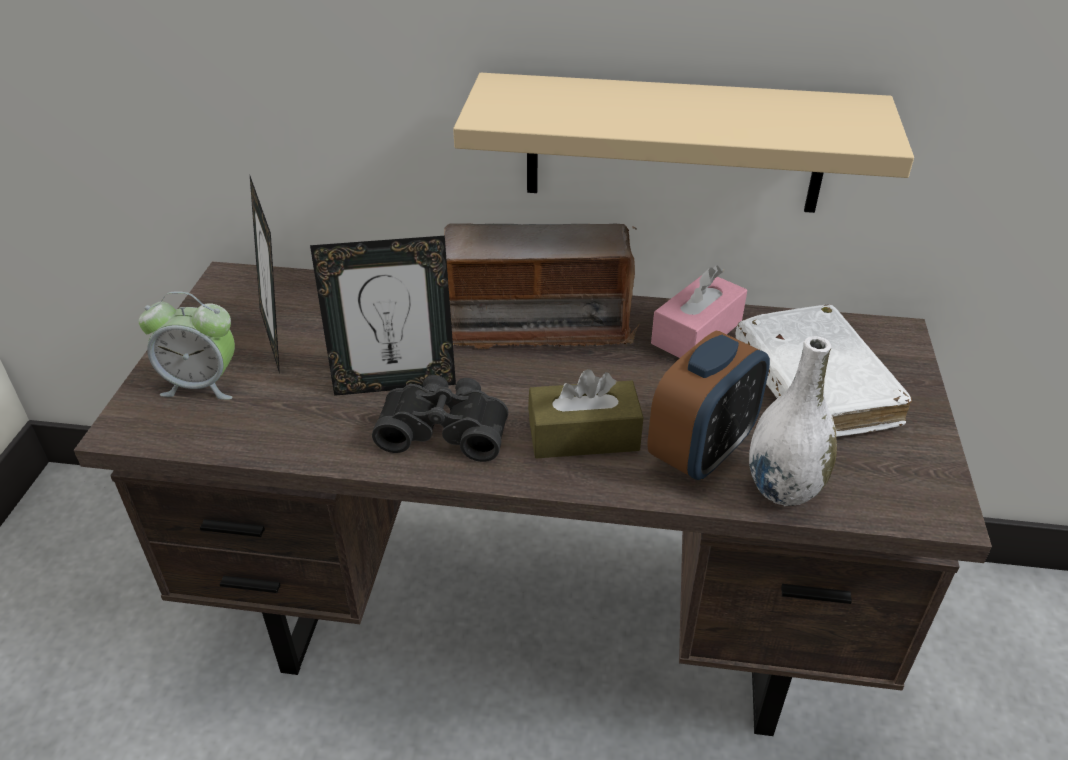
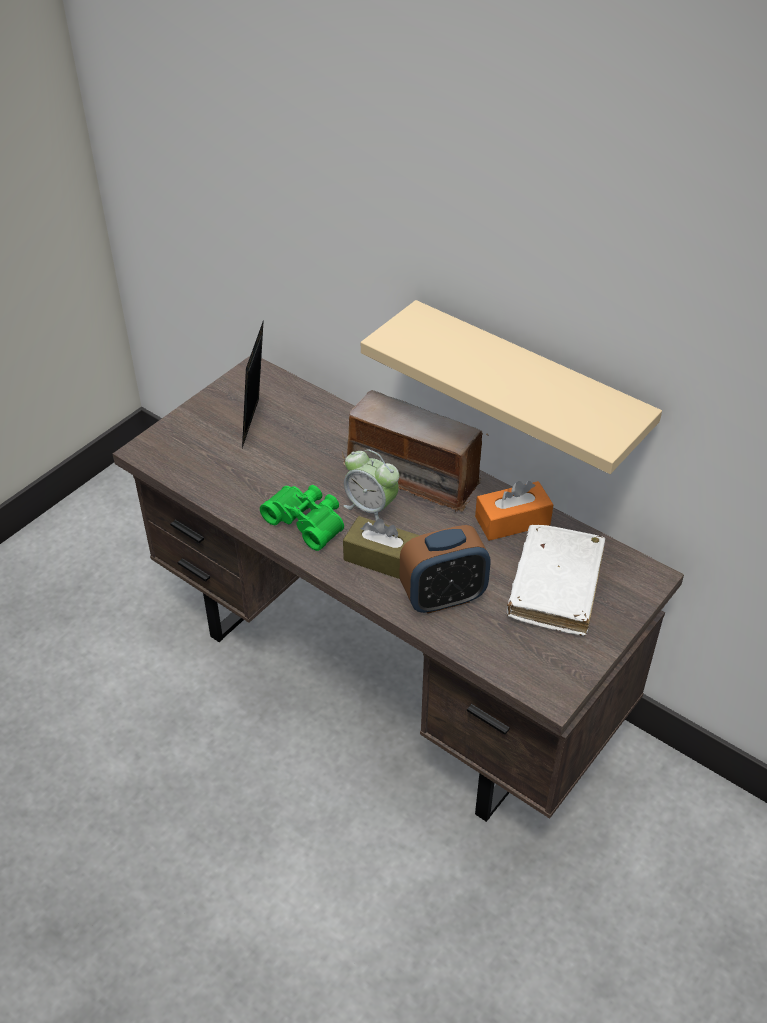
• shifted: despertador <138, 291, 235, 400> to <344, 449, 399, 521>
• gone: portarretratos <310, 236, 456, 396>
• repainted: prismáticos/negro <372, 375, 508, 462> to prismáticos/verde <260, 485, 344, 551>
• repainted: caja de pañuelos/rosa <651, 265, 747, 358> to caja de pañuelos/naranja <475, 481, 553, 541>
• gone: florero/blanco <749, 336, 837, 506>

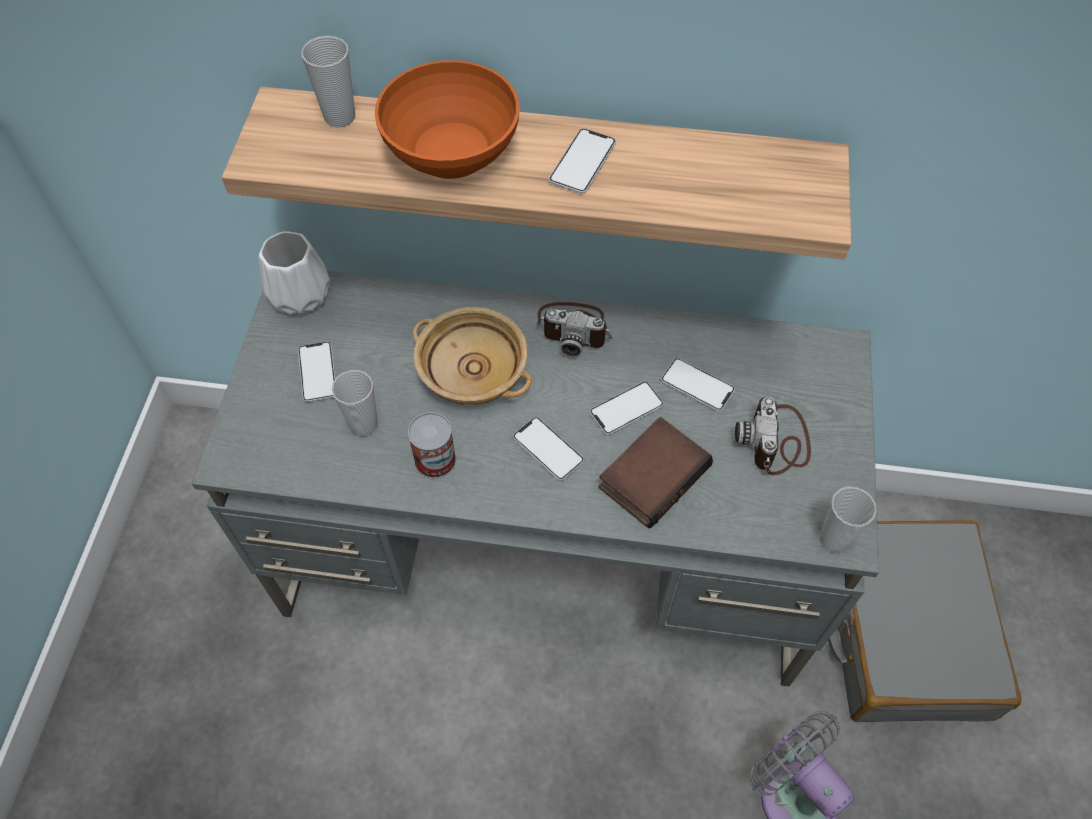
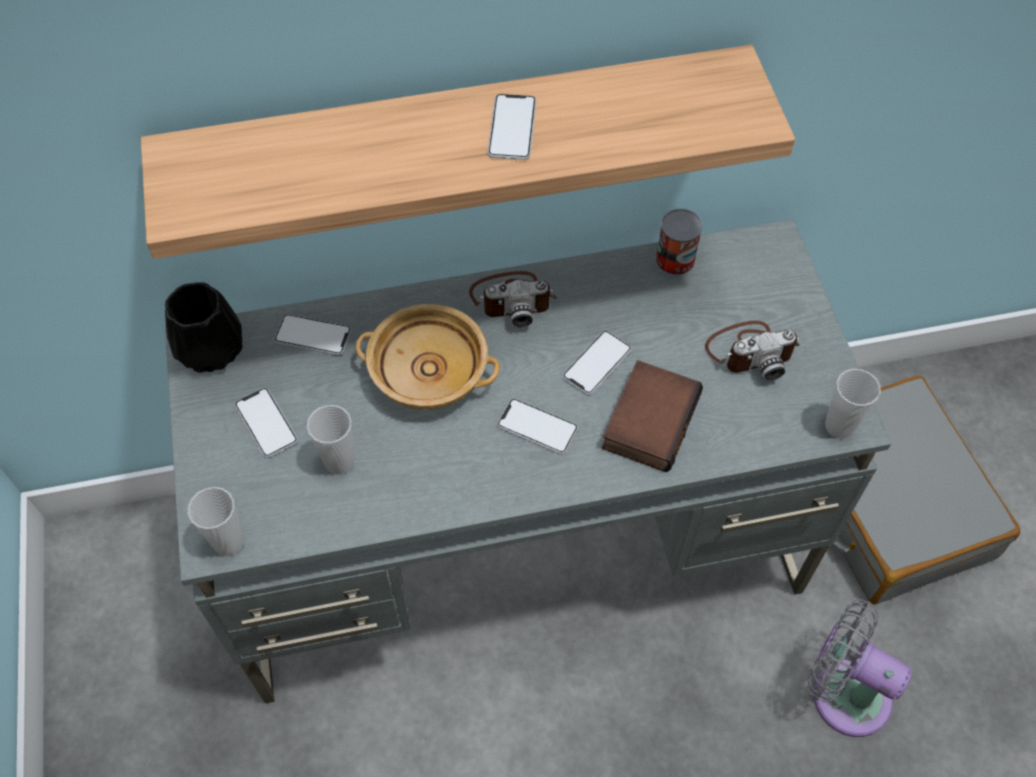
• repainted: florero/blanco <259, 231, 330, 315> to florero/negro <165, 282, 243, 373>
• shifted: taza <301, 36, 355, 128> to <188, 487, 244, 556>
• gone: cuenco/naranja <375, 60, 520, 179>
• shifted: lata <408, 412, 456, 478> to <655, 209, 703, 276>
• shifted: móvil <661, 358, 735, 411> to <274, 314, 351, 355>
• rotated: cámara <735, 397, 811, 475> = <705, 321, 800, 381> 90 degrees counterclockwise

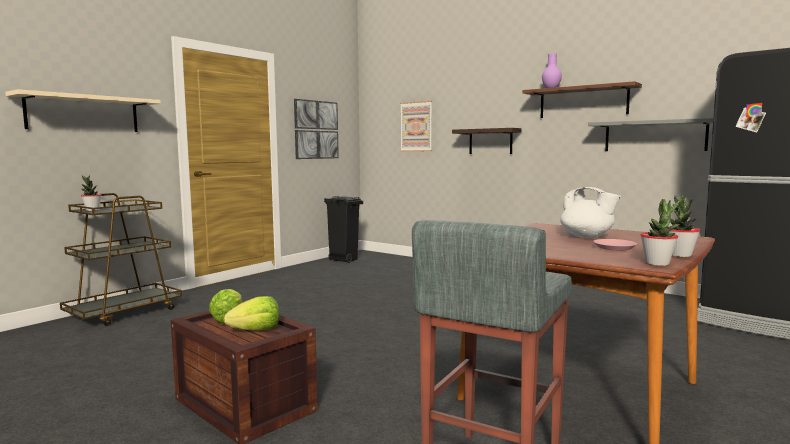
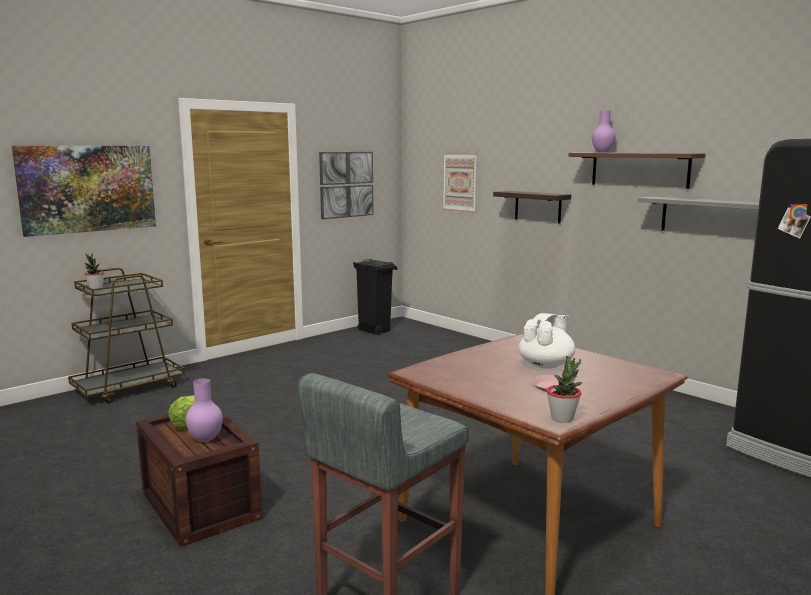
• swapped: estante/beis <5, 89, 161, 132> to cuadro <12, 146, 156, 237>
• swapped: lechuga <223, 296, 279, 331> to florero/morado <186, 378, 223, 442>
• rotated: tetera/blanco <560, 187, 621, 238> = <519, 313, 575, 369> 105 degrees counterclockwise
• gone: planta en maceta <669, 195, 700, 257>

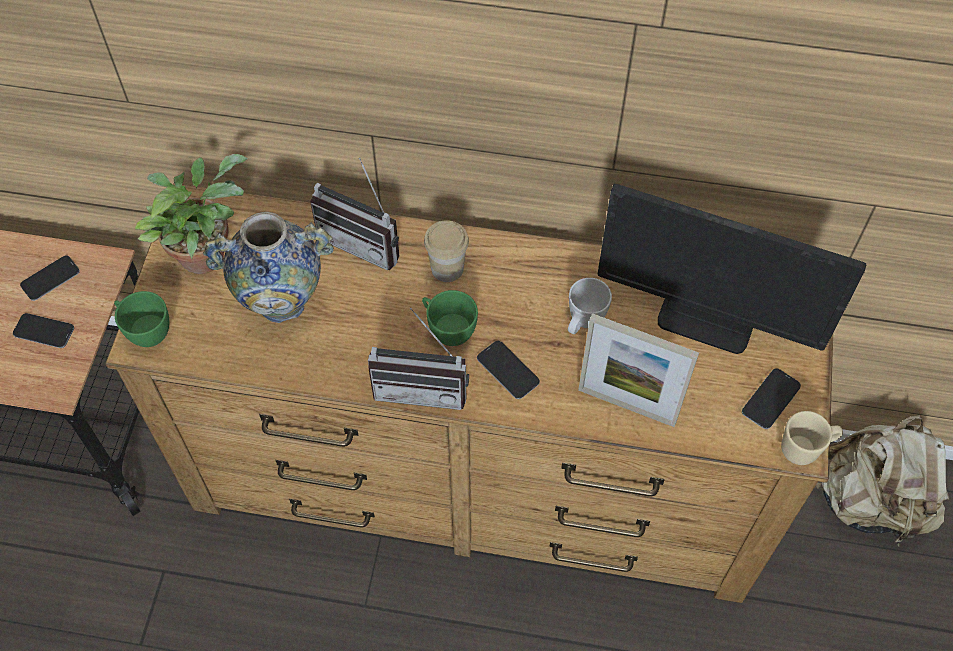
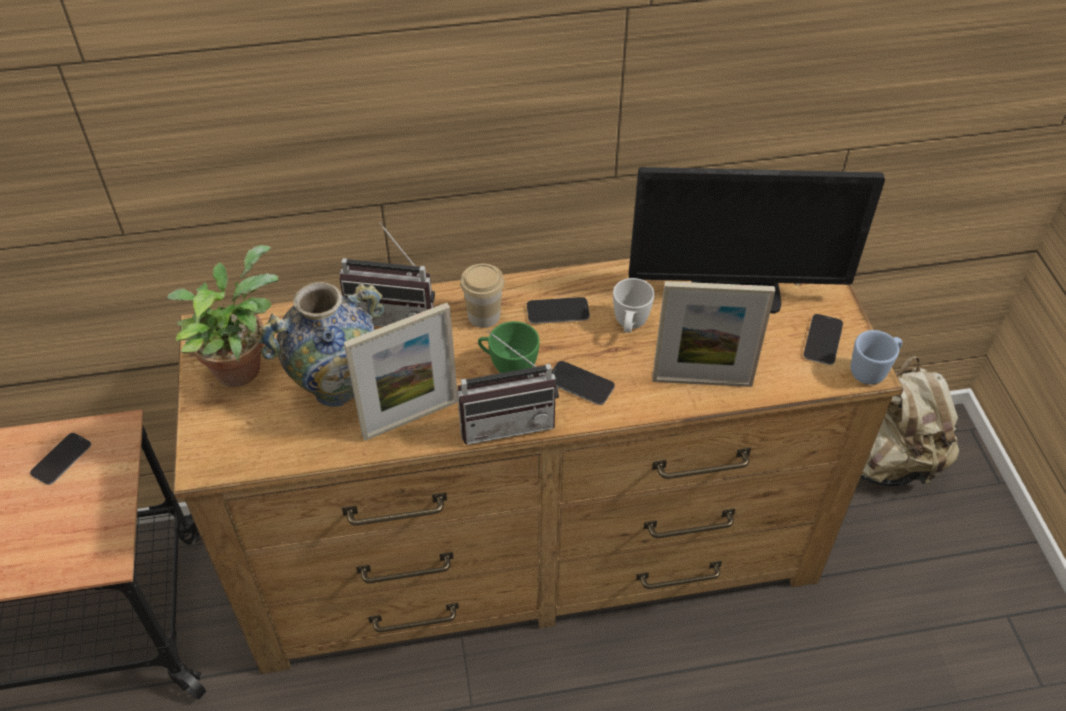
• shifted: móvil <13, 313, 74, 348> to <527, 297, 590, 324>
• gone: taza/verde <114, 291, 169, 347>
• repainted: taza grande/beis <781, 411, 843, 465> to taza grande/azul <851, 330, 903, 385>
• new: portarretratos <344, 303, 458, 441>

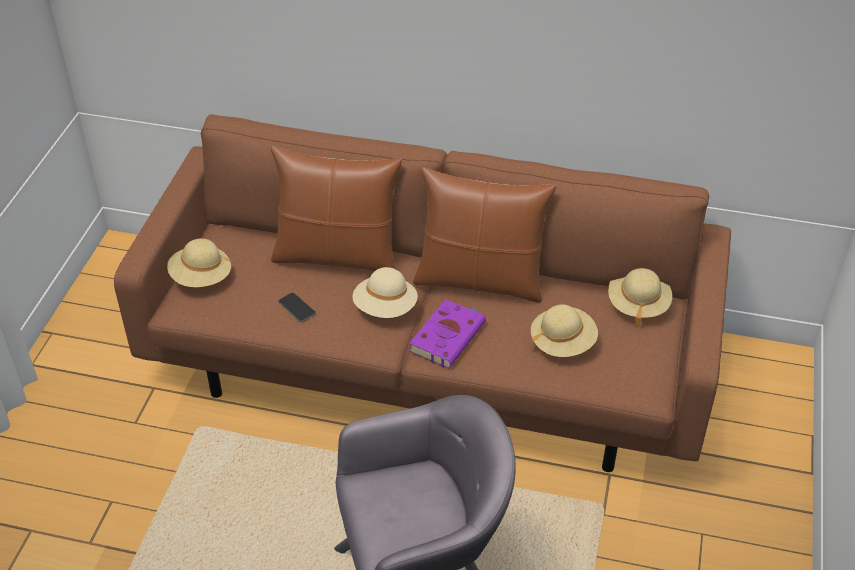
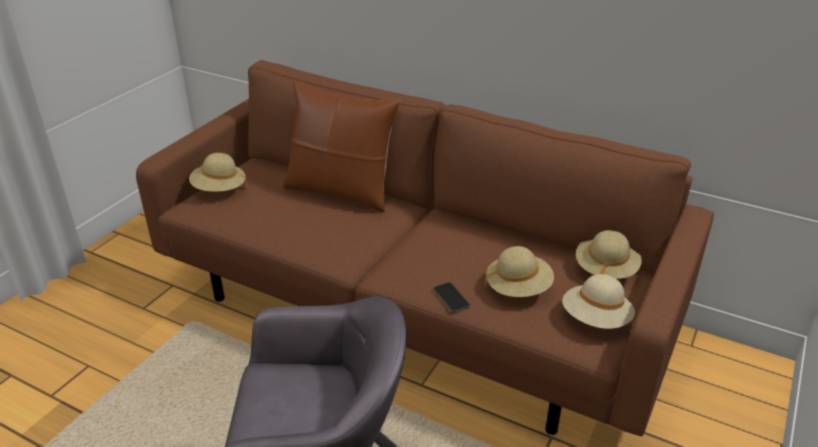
• shifted: móvil <278, 292, 316, 322> to <433, 282, 470, 312>
• shifted: sombrero/beis <352, 267, 418, 318> to <562, 274, 635, 329>
• gone: libro/morado <409, 299, 486, 368>
• gone: cojín/marrón <413, 167, 556, 303>

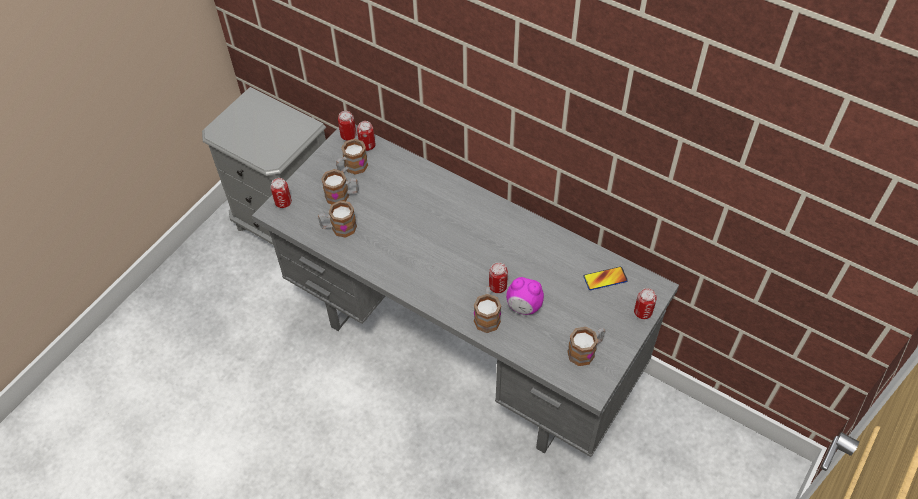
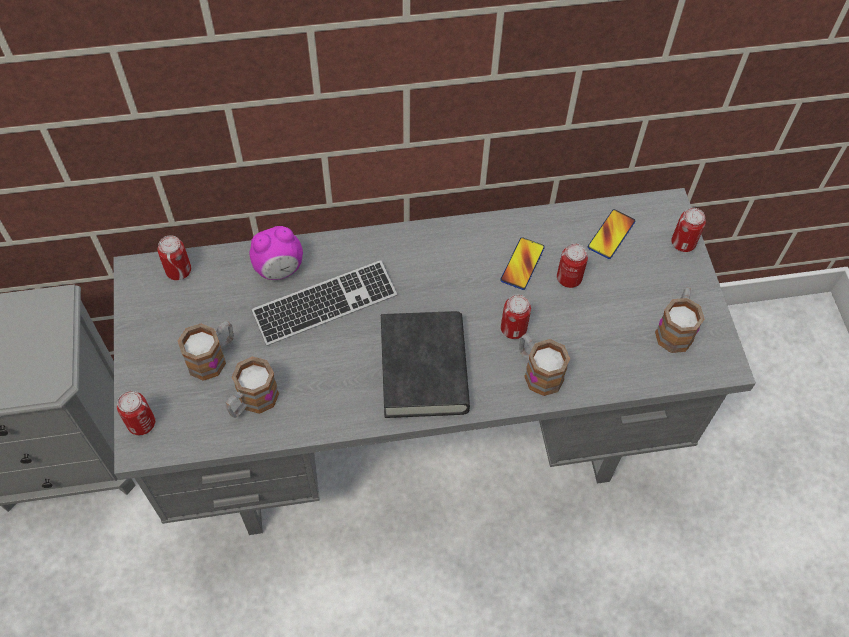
• gone: taza grande <336, 139, 368, 175>
• shifted: lata <338, 111, 356, 141> to <557, 243, 588, 288>
• shifted: despertador <506, 277, 544, 315> to <249, 226, 303, 280>
• new: teclado <251, 260, 397, 346>
• new: libro/negro <381, 311, 470, 418>
• new: móvil <500, 237, 545, 290>

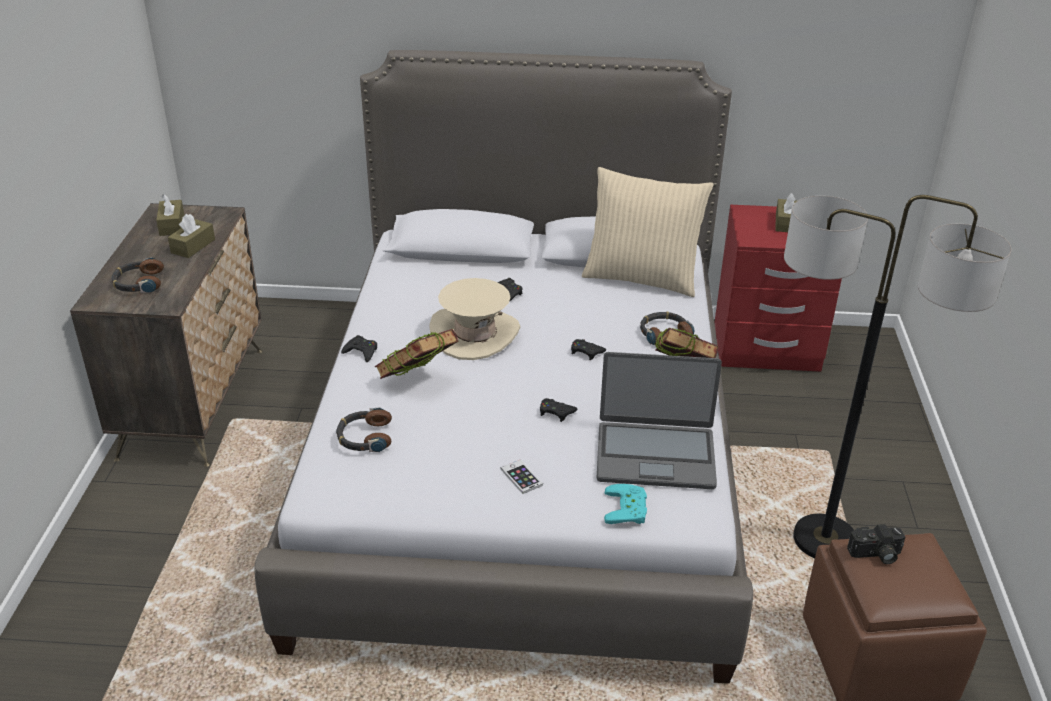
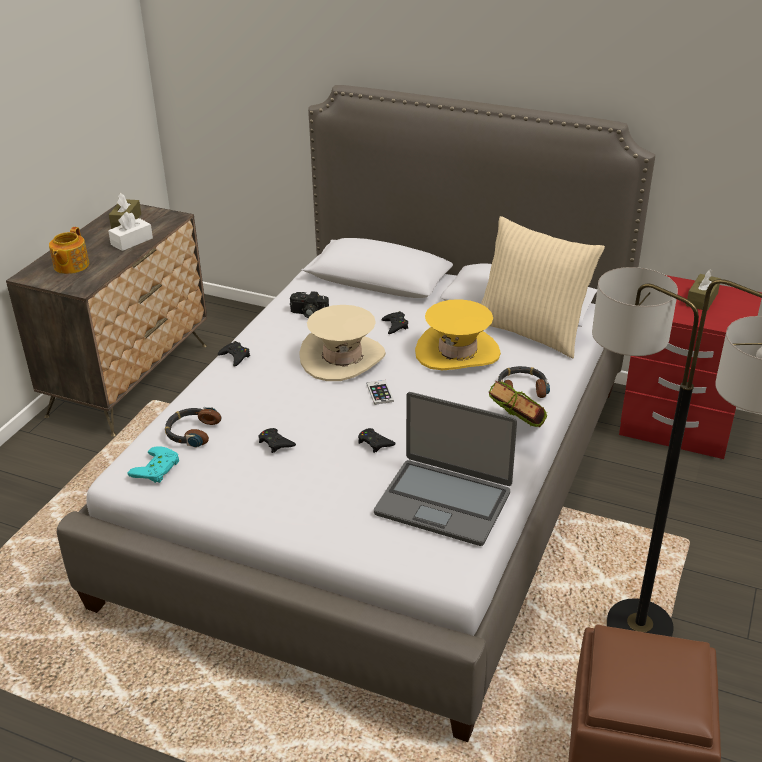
• swapped: auriculares <111, 257, 164, 293> to tetera <49, 227, 89, 274>
• repainted: caja de pañuelos/marrón <168, 214, 215, 258> to caja de pañuelos/blanco <108, 212, 153, 251>
• gone: libro <374, 329, 458, 379>
• shifted: móvil <501, 460, 543, 494> to <366, 380, 394, 405>
• shifted: mando de consola/negro <571, 339, 606, 360> to <259, 428, 296, 453>
• shifted: mando de consola/turquesa <604, 484, 647, 524> to <128, 446, 179, 483>
• shifted: cámara <847, 524, 905, 564> to <290, 291, 329, 318>
• new: sombrero/amarillo <415, 299, 501, 370>

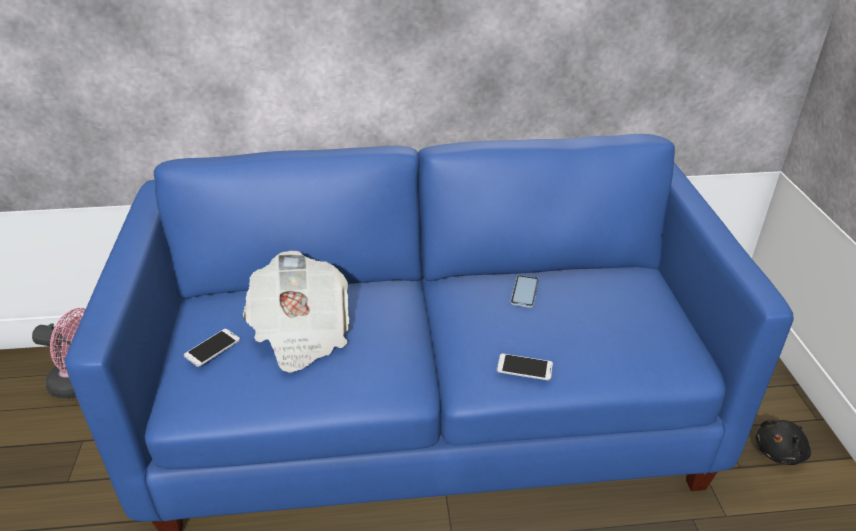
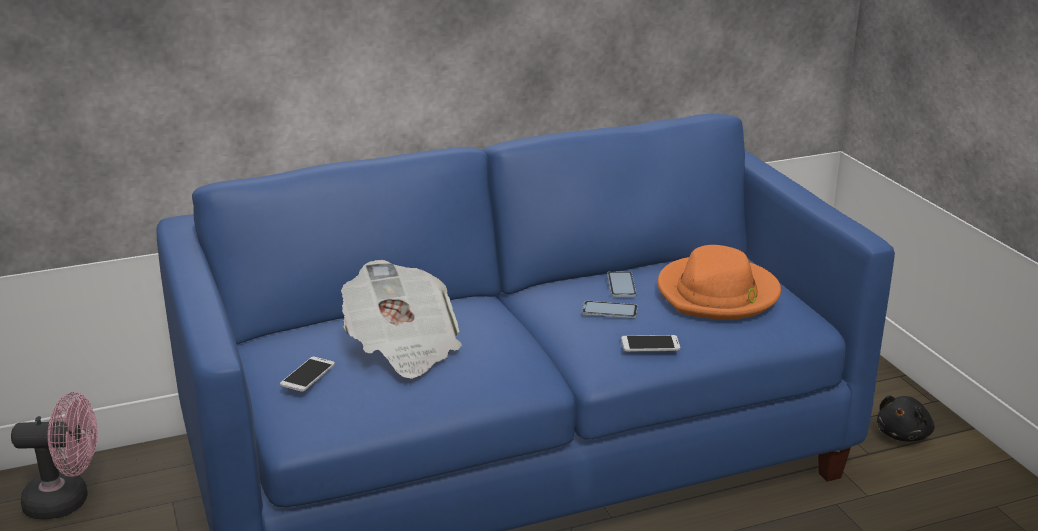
• new: móvil <582, 301, 638, 318>
• new: sombrero/naranja <658, 245, 781, 320>

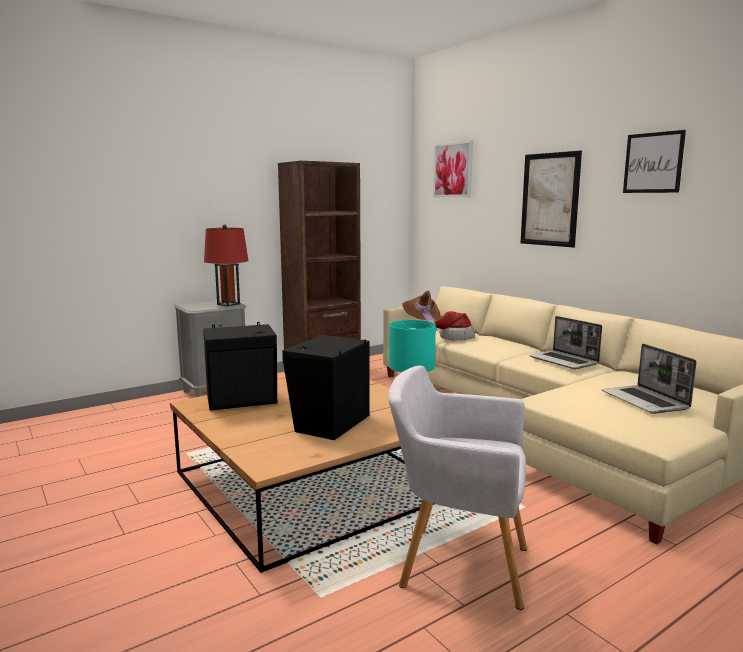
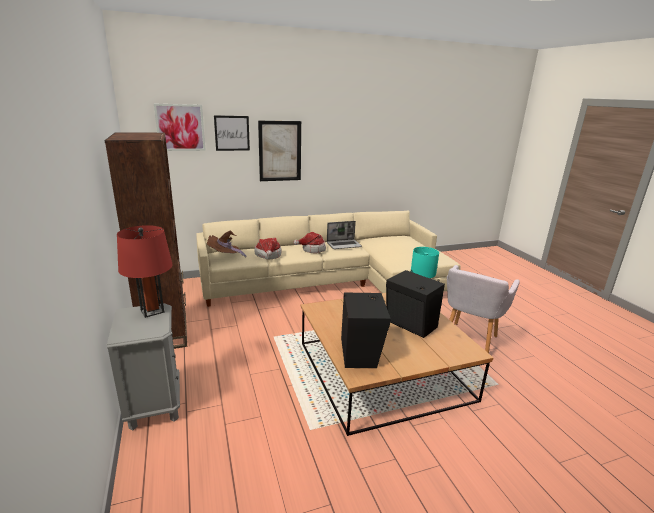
• gone: portátil <601, 344, 696, 414>
• shifted: cuadro <623, 130, 686, 193> to <214, 115, 250, 151>
• new: sombrero <293, 232, 326, 253>

